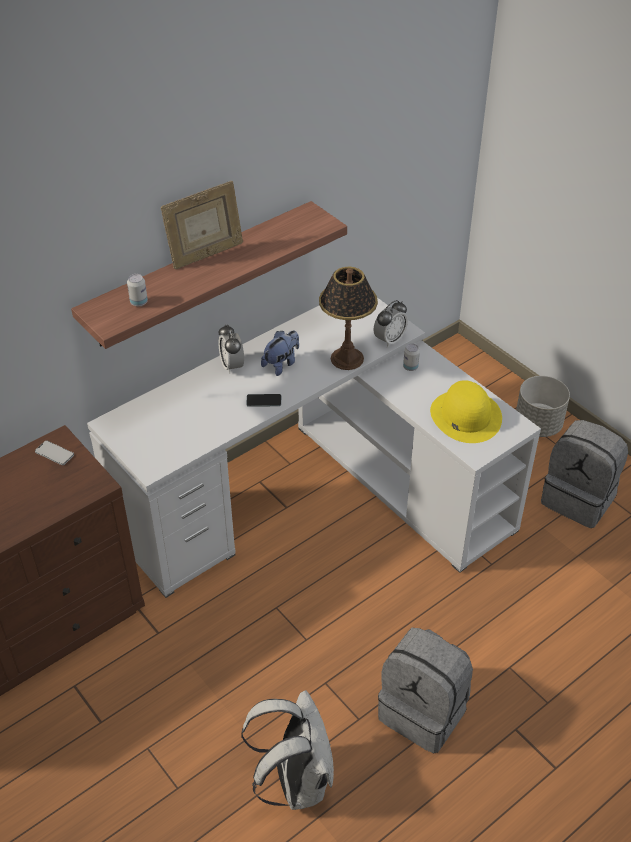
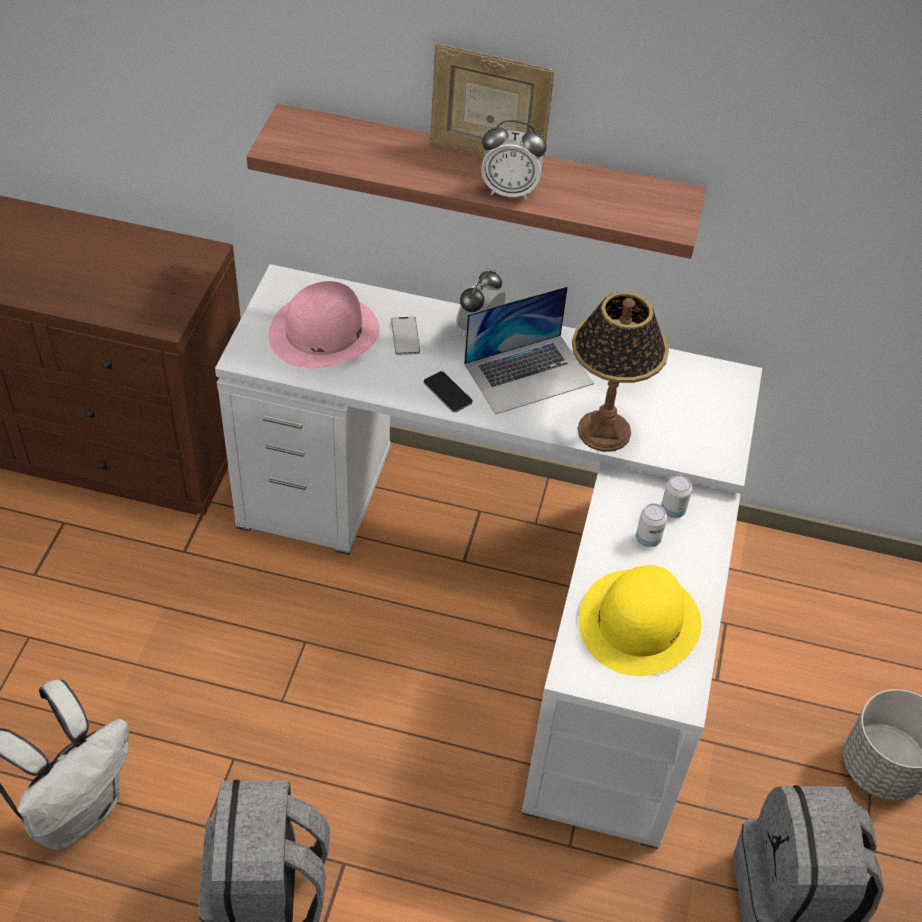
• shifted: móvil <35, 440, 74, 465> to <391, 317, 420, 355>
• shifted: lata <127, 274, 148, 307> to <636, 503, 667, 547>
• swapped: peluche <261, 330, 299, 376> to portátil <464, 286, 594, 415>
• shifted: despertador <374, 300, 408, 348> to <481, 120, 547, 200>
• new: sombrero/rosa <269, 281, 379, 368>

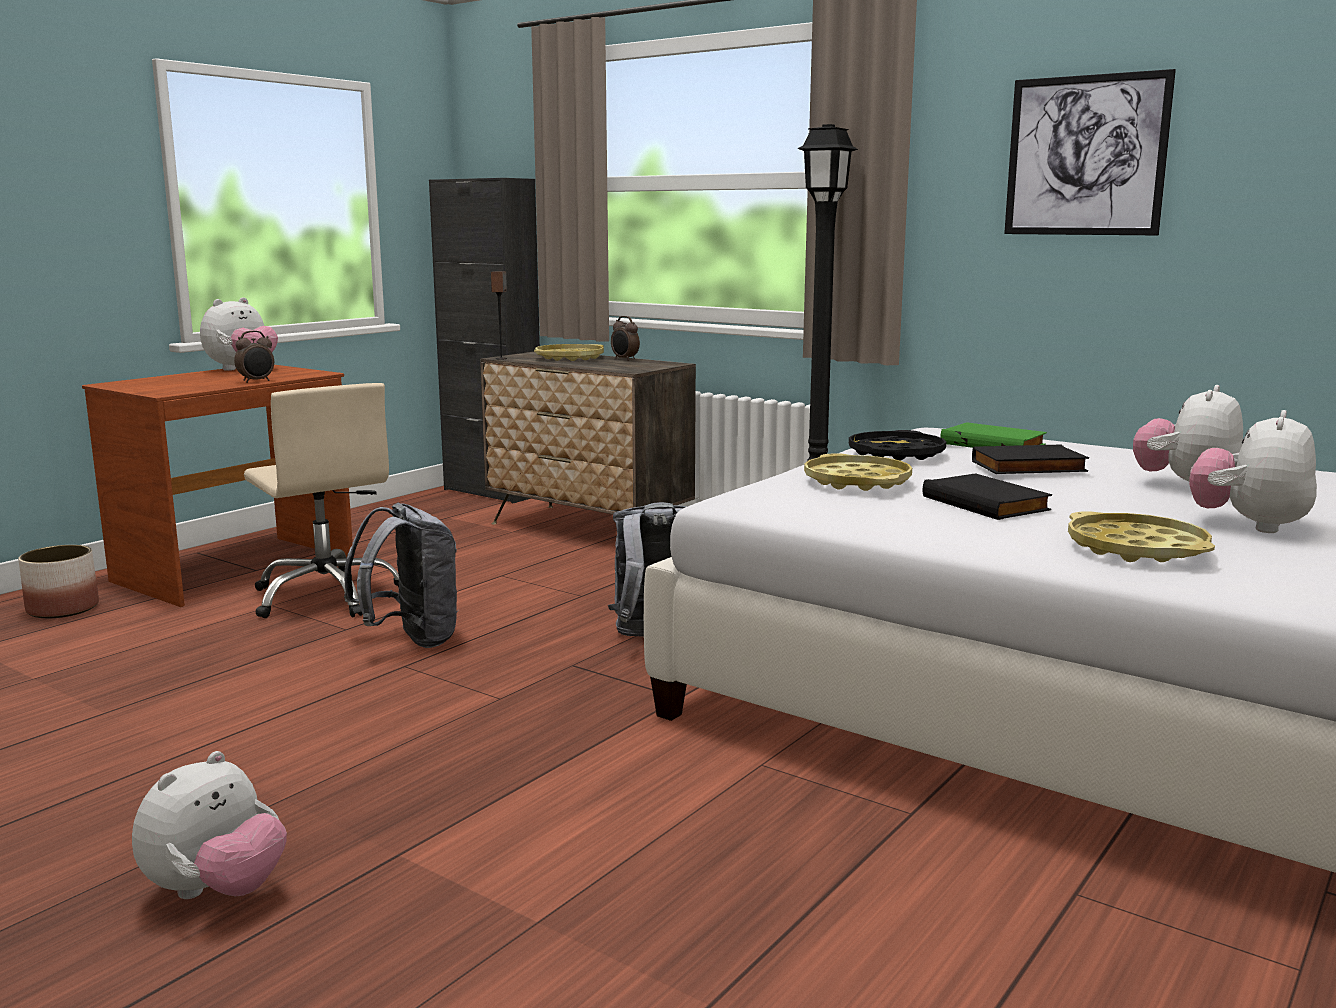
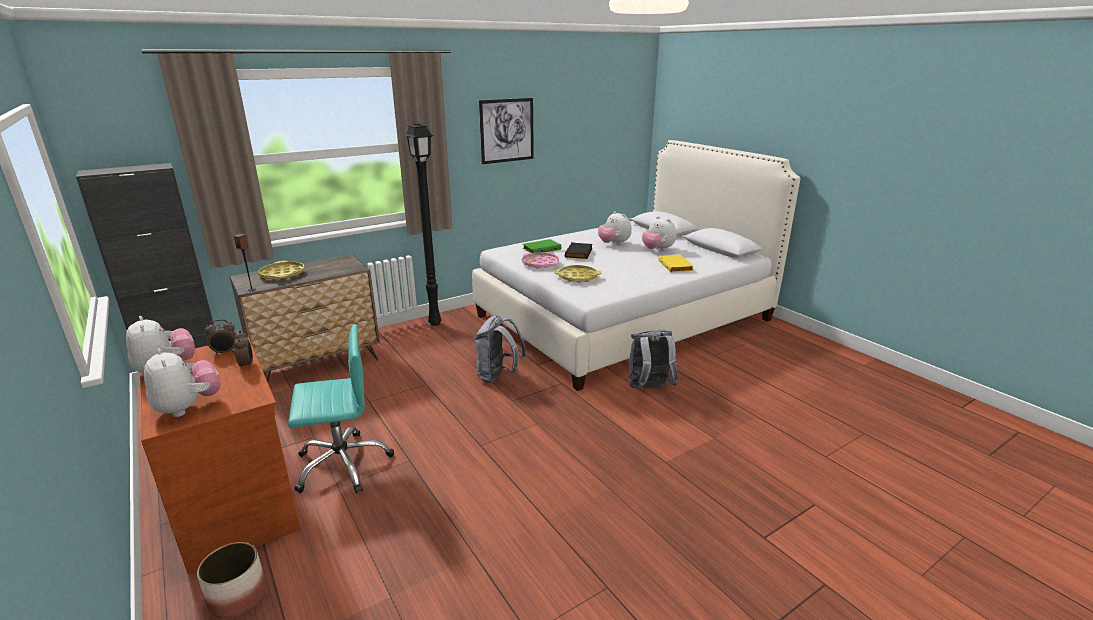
• shifted: peluche <132, 751, 287, 899> to <144, 349, 221, 417>
• repainted: silla de oficina/beis <244, 383, 399, 618> to silla de oficina/turquesa <288, 324, 394, 493>
• shifted: mochila/gris <344, 502, 459, 648> to <628, 330, 679, 389>
• shifted: despertador <611, 316, 640, 361> to <205, 319, 236, 355>
• repainted: bandeja/negro <849, 430, 946, 461> to bandeja/rosa <522, 252, 559, 269>
• gone: libro/negro <922, 473, 1052, 520>
• swapped: bandeja/amarillo <1068, 511, 1215, 562> to libro/amarillo <659, 255, 693, 273>

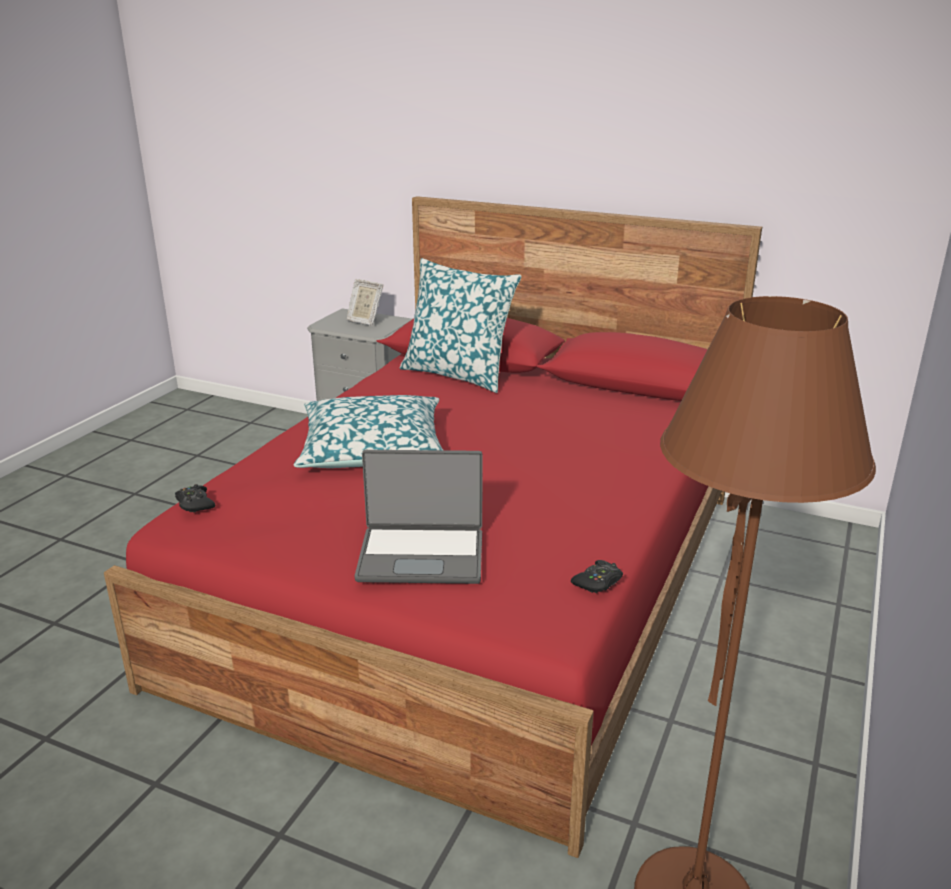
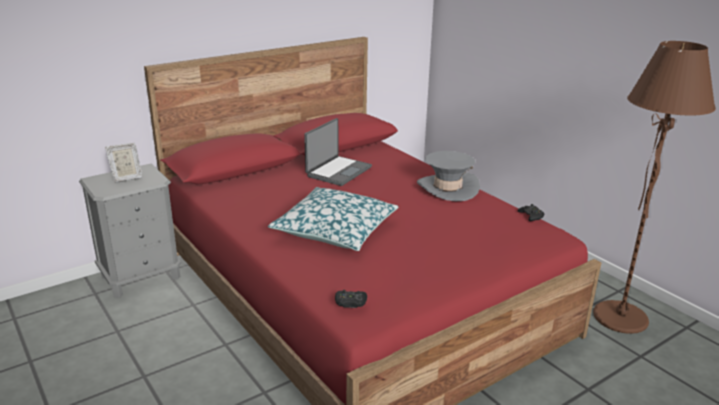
• shifted: portátil <355, 450, 483, 584> to <304, 118, 372, 186>
• gone: cojín <400, 258, 522, 393>
• new: sombrero/gris <417, 151, 480, 201>

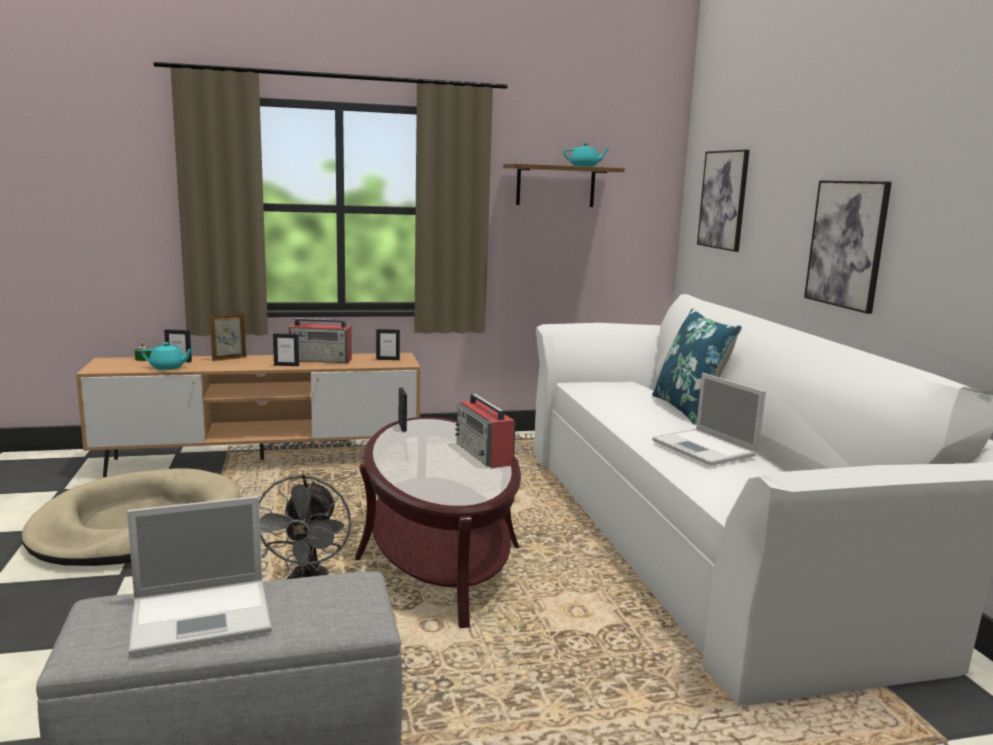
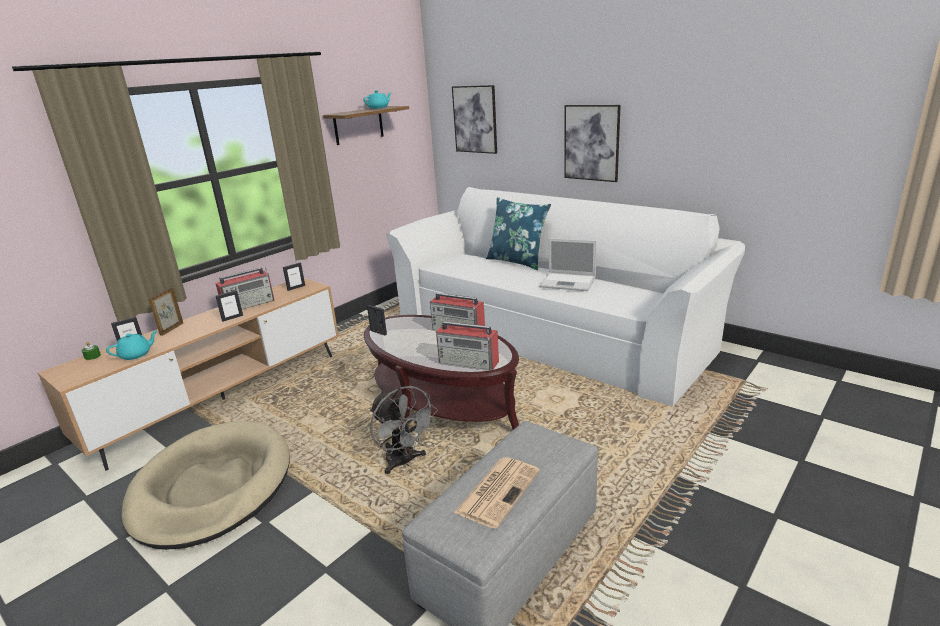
• swapped: portátil <127, 496, 271, 656> to periódico <454, 457, 540, 529>
• new: radio <436, 321, 499, 370>

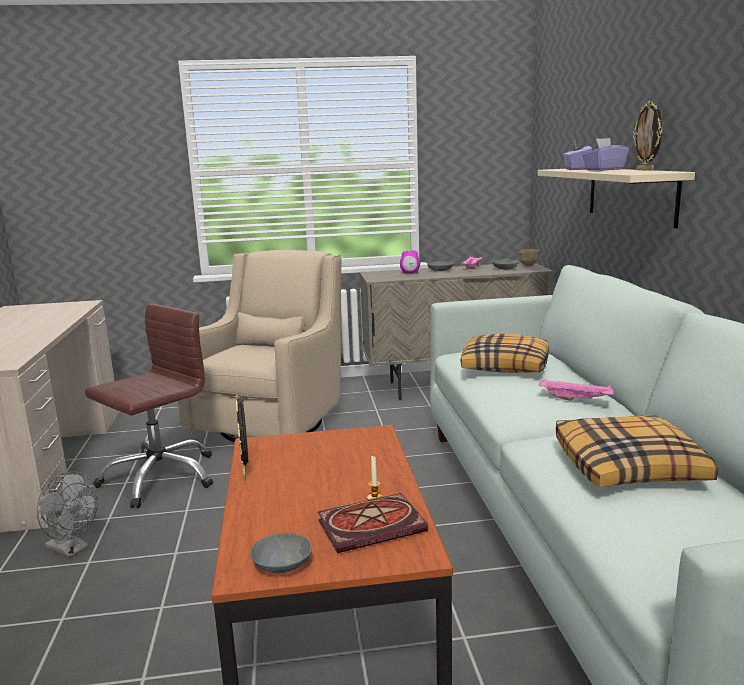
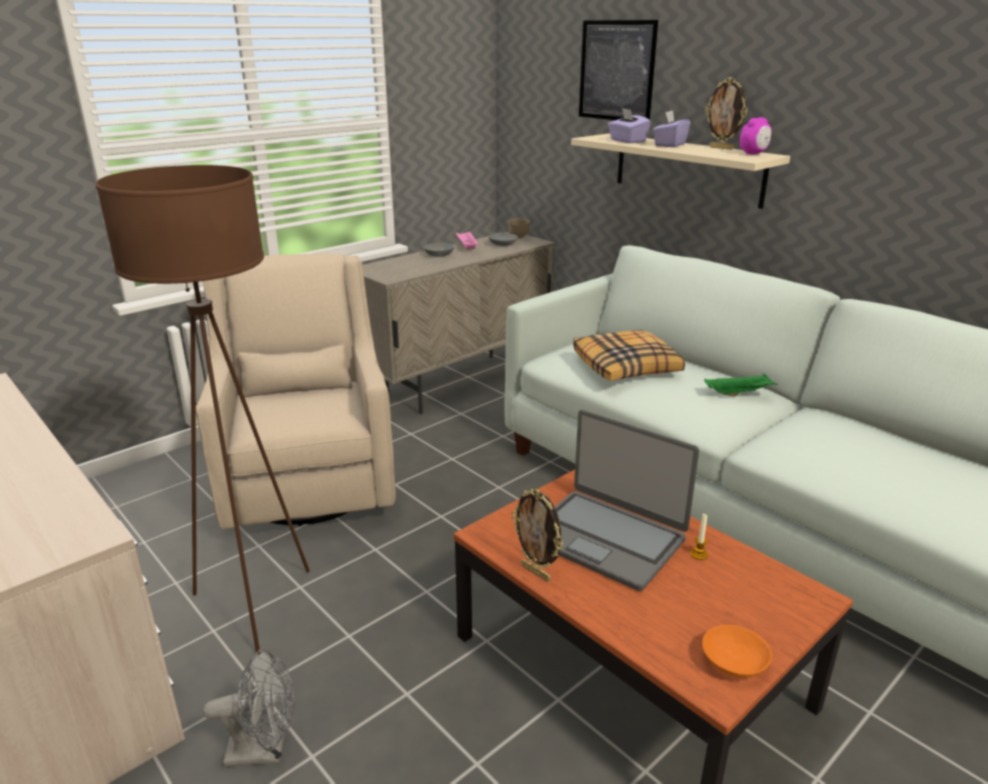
• swapped: silla de oficina/marrón <85, 303, 213, 508> to lámpara de pie/marrón <95, 165, 310, 655>
• repainted: cuenco/gris <250, 533, 312, 573> to cuenco/naranja <702, 625, 772, 678>
• gone: libro <318, 493, 428, 553>
• shifted: despertador <400, 250, 420, 274> to <740, 117, 772, 155>
• repainted: bandeja/rosa <539, 379, 614, 401> to bandeja/verde <704, 373, 778, 396>
• gone: cojín <556, 415, 718, 487>
• new: portátil <555, 410, 699, 591>
• new: cuadro <579, 20, 658, 120>

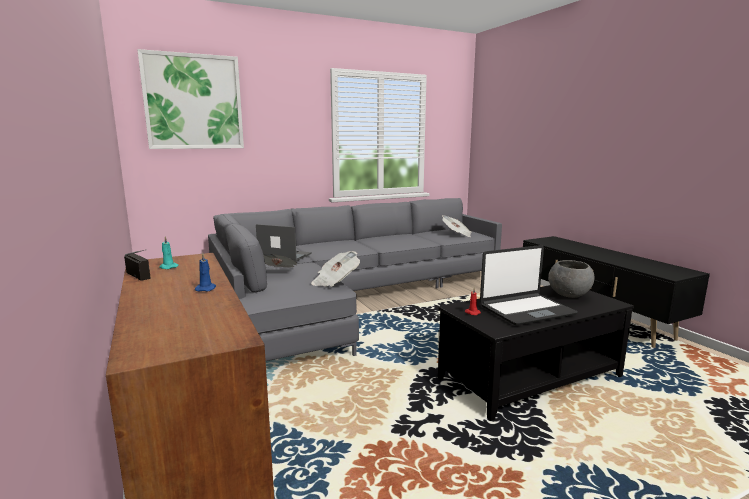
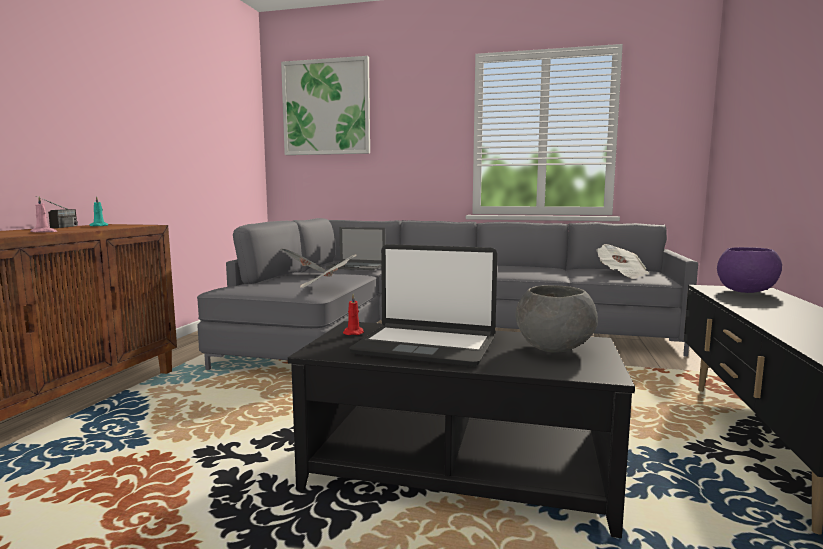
• repainted: vela/azul <195, 253, 216, 292> to vela/rosa <30, 196, 57, 233>
• rotated: portátil <256, 224, 312, 262> = <326, 227, 385, 270> 135 degrees clockwise
• new: cuenco/morado <717, 247, 782, 293>

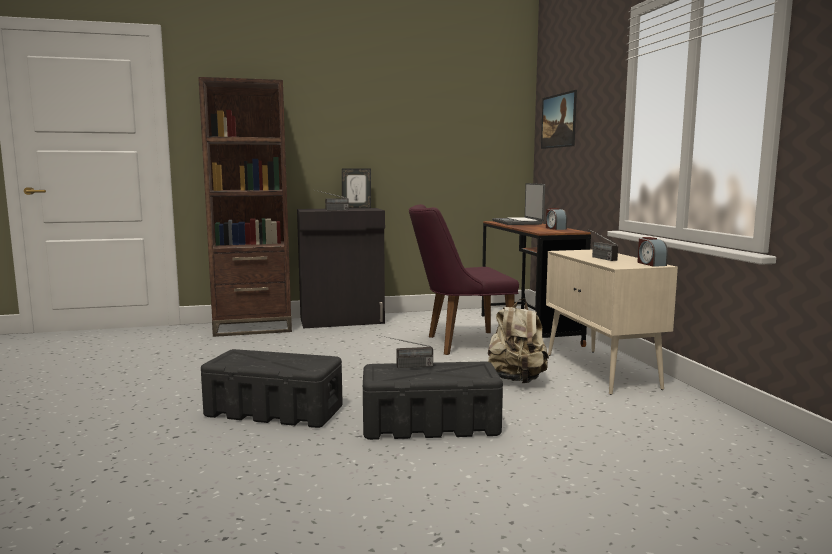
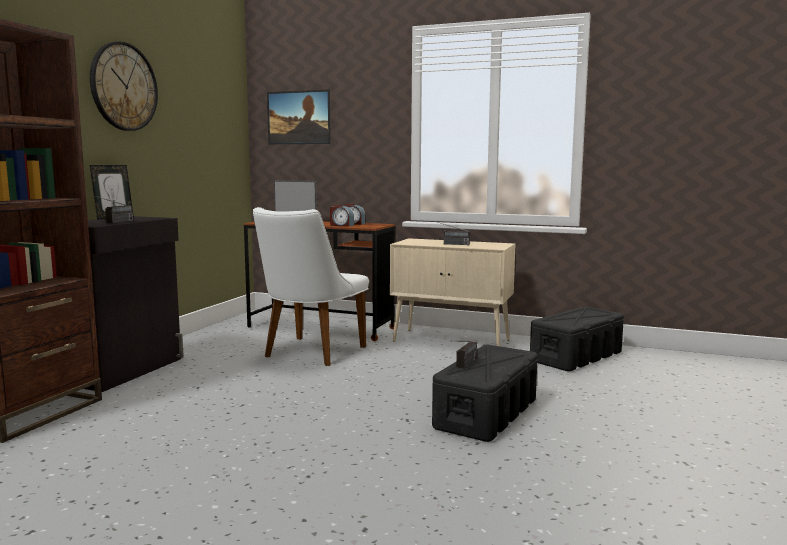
• shifted: caja de almacenaje/negro <201, 349, 343, 428> to <530, 307, 624, 371>
• repainted: silla/morado <409, 204, 519, 355> to silla/blanco <253, 207, 369, 366>
• gone: mochila/beis <487, 298, 549, 383>
• shifted: despertador <637, 237, 668, 267> to <330, 205, 354, 227>
• new: reloj de pared <90, 41, 158, 131>

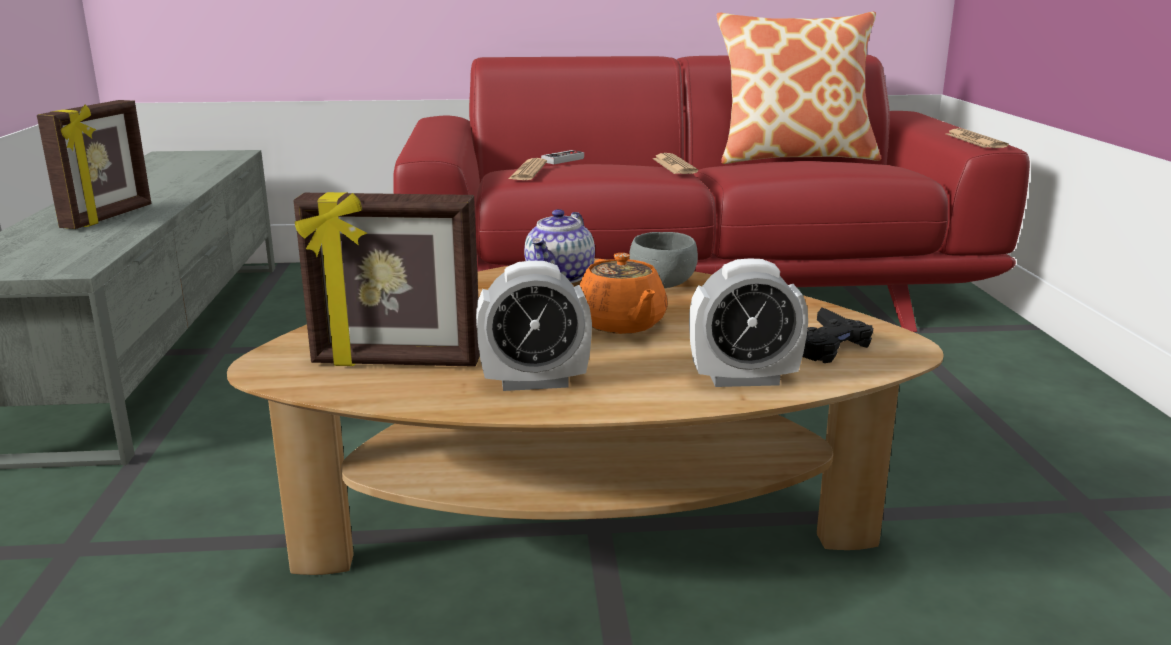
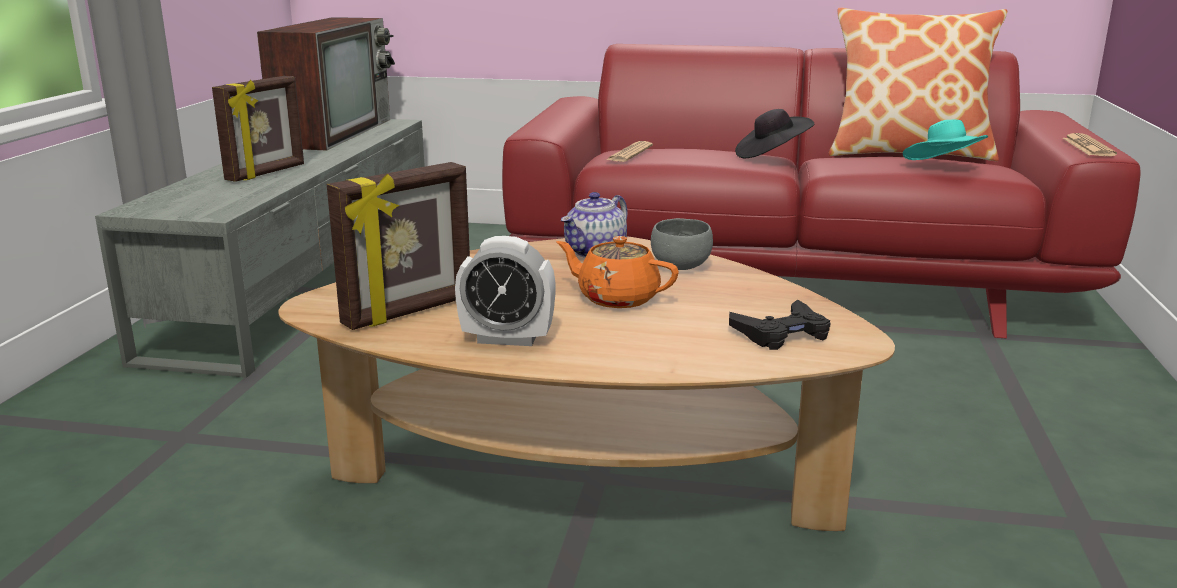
• rotated: portarretratos <293, 192, 480, 367> = <327, 162, 470, 330> 60 degrees counterclockwise
• gone: mando de consola <541, 150, 584, 164>
• rotated: tetera/naranja <580, 253, 668, 334> = <556, 236, 679, 308> 120 degrees clockwise
• swapped: periódico <653, 153, 698, 174> to sombrero/negro <735, 109, 814, 158>
• gone: despertador <689, 258, 808, 387>
• new: televisor <257, 17, 395, 151>
• new: sombrero/turquesa <903, 120, 988, 160>

